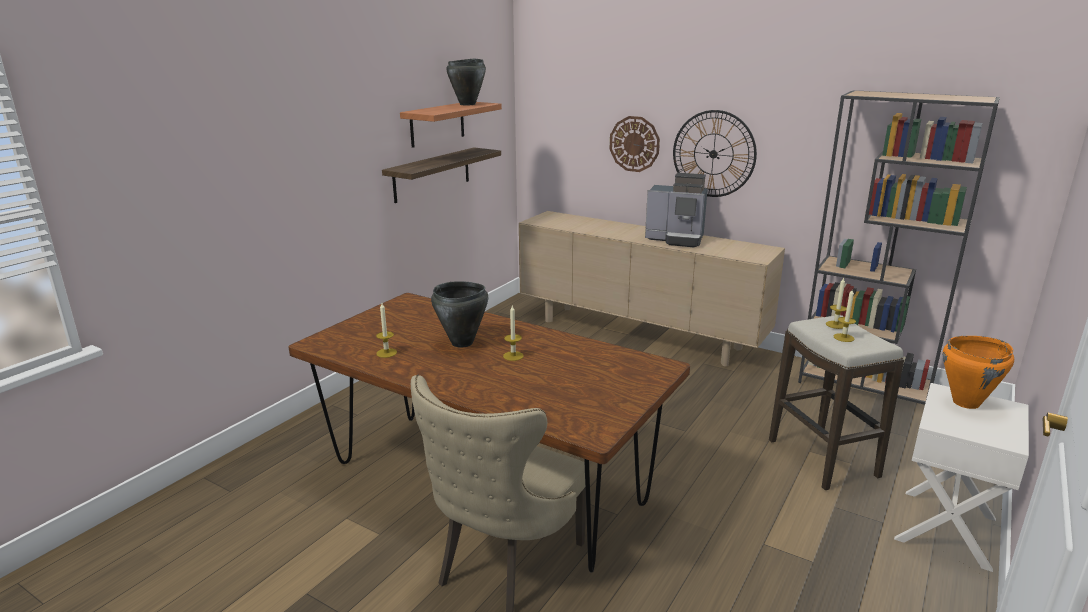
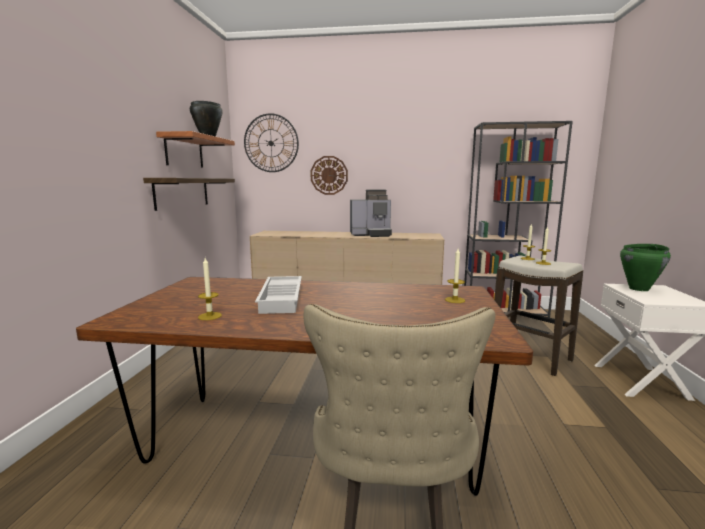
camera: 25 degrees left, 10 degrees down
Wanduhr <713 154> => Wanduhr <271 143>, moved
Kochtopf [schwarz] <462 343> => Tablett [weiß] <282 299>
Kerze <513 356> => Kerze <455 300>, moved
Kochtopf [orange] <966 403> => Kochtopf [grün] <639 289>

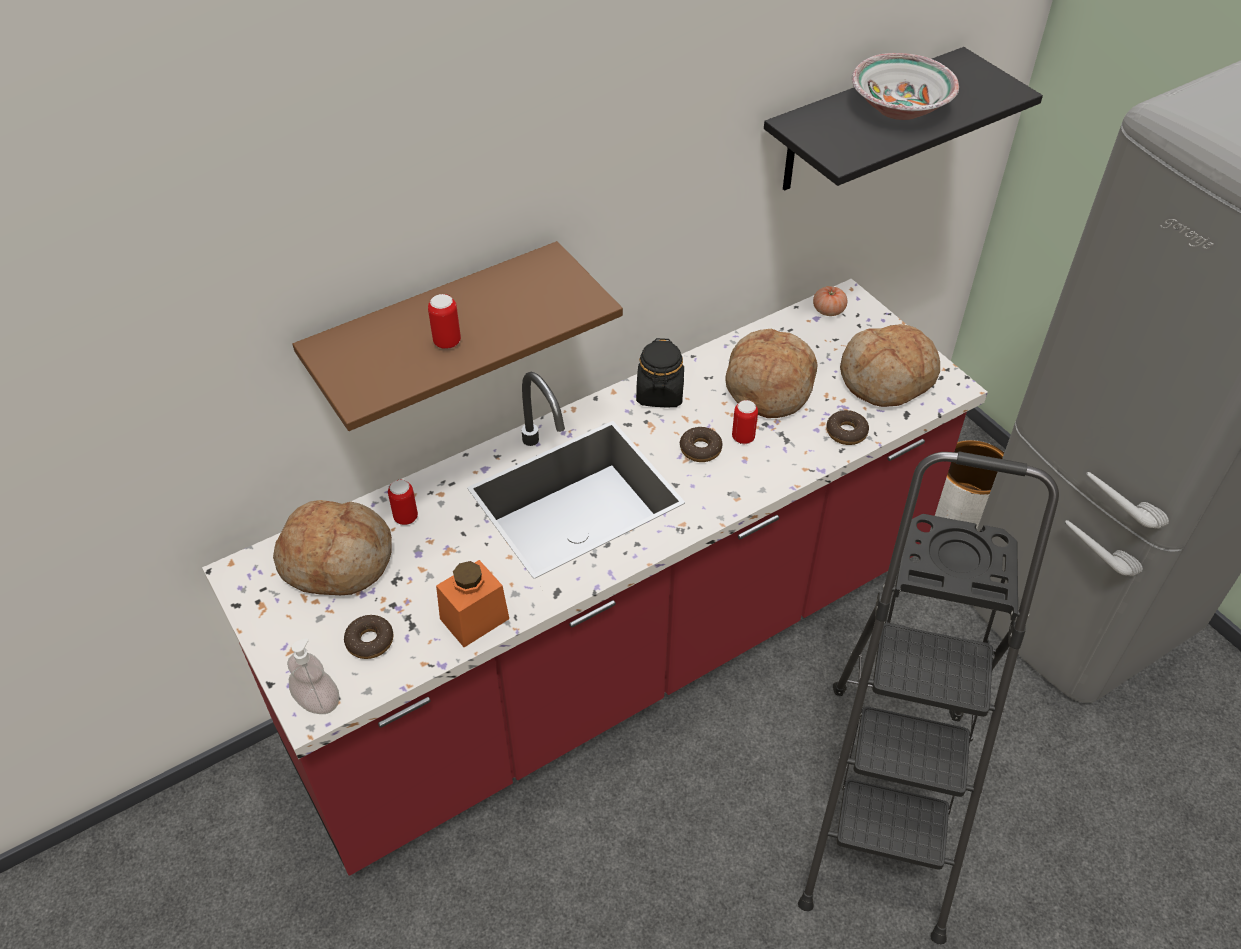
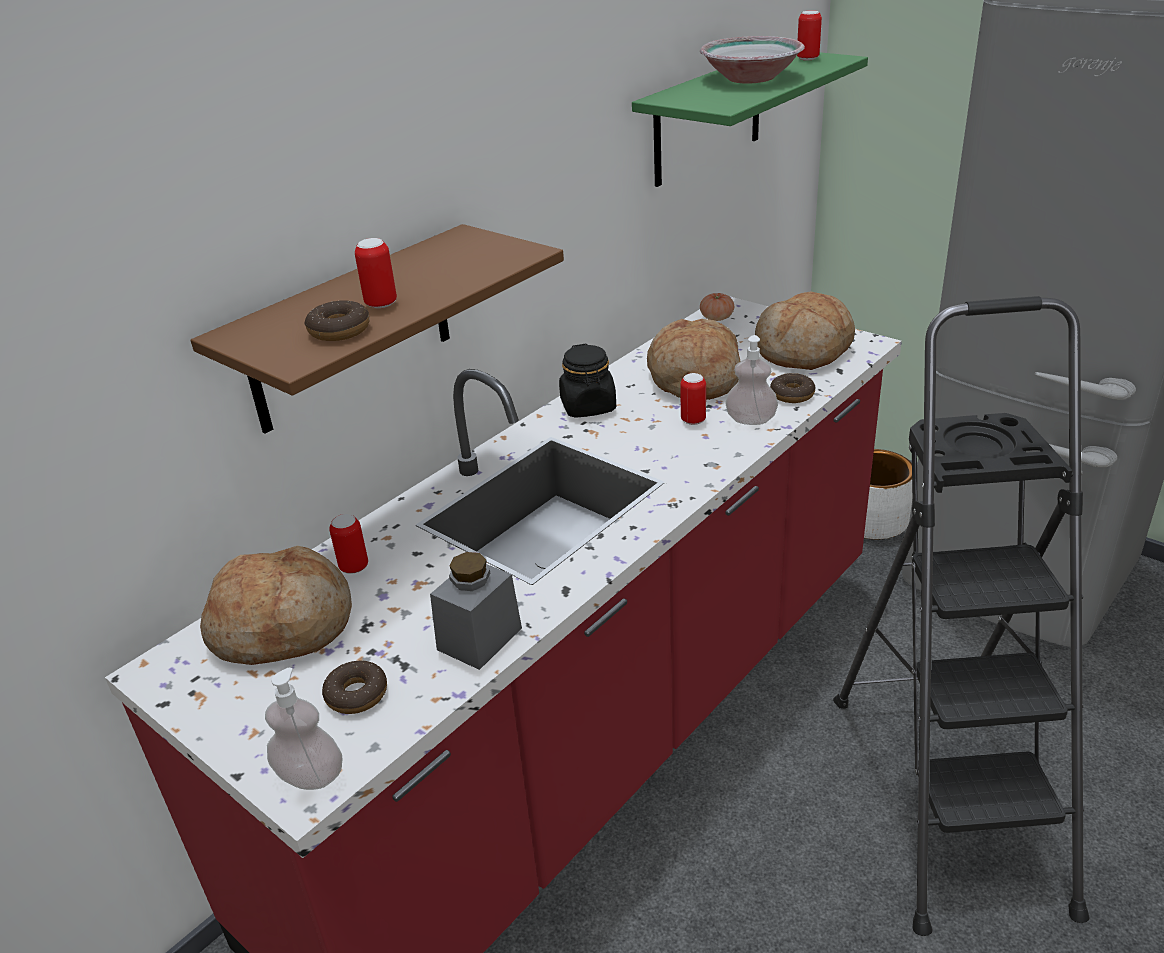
camera: 15 degrees left, 15 degrees down
Wandregal [schwarz] <860 122> => Wandregal [grün] <708 118>
Donut <700 449> => Donut <339 330>, moved
Vorratsglas [orange] <474 619> => Vorratsglas [grau] <479 639>
nothing => Dose <807 58>
nothing => Seifenspender <751 420>

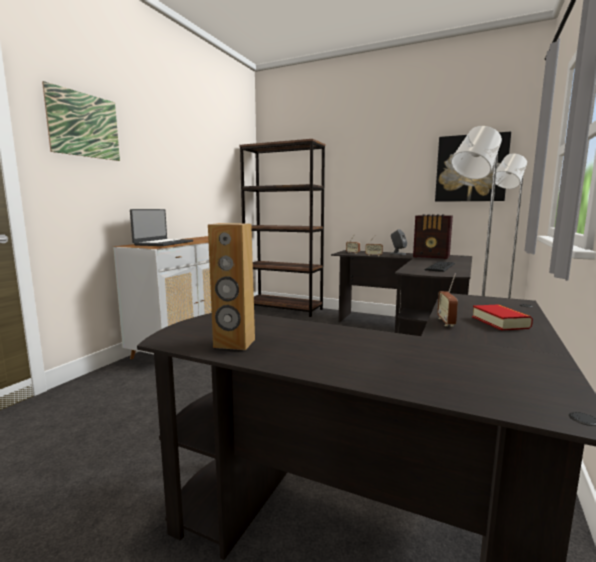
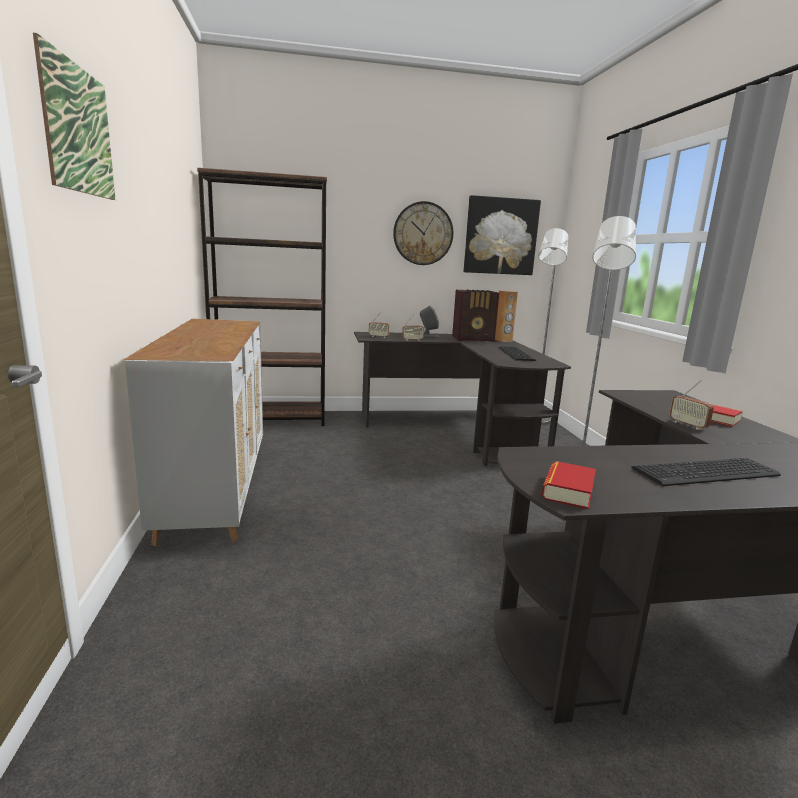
camera: 35 degrees left, 5 degrees up
Laptop <163 243> => nothing
Lautsprecher [braun] <234 343> => Lautsprecher [braun] <503 340>, moved
nothing => Wanduhr <423 233>
nothing => Tastatur <709 473>
nothing => Buch <568 491>

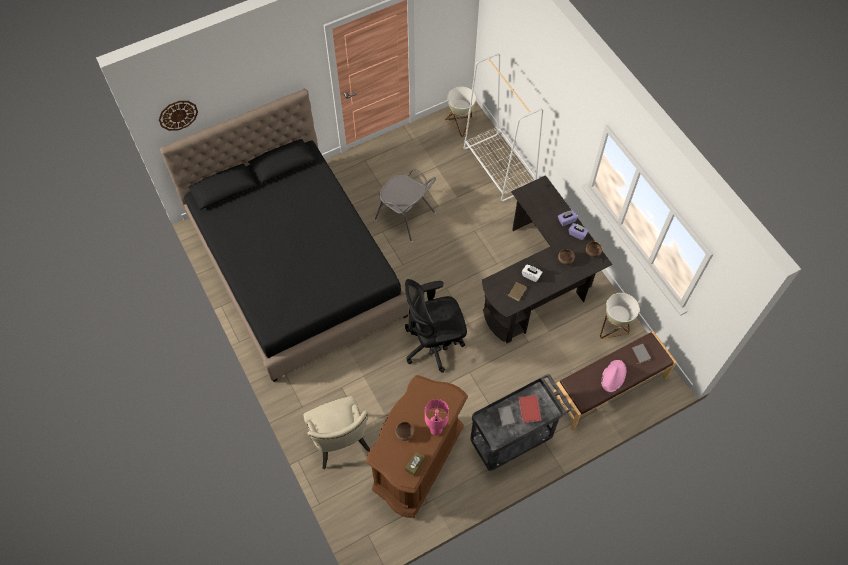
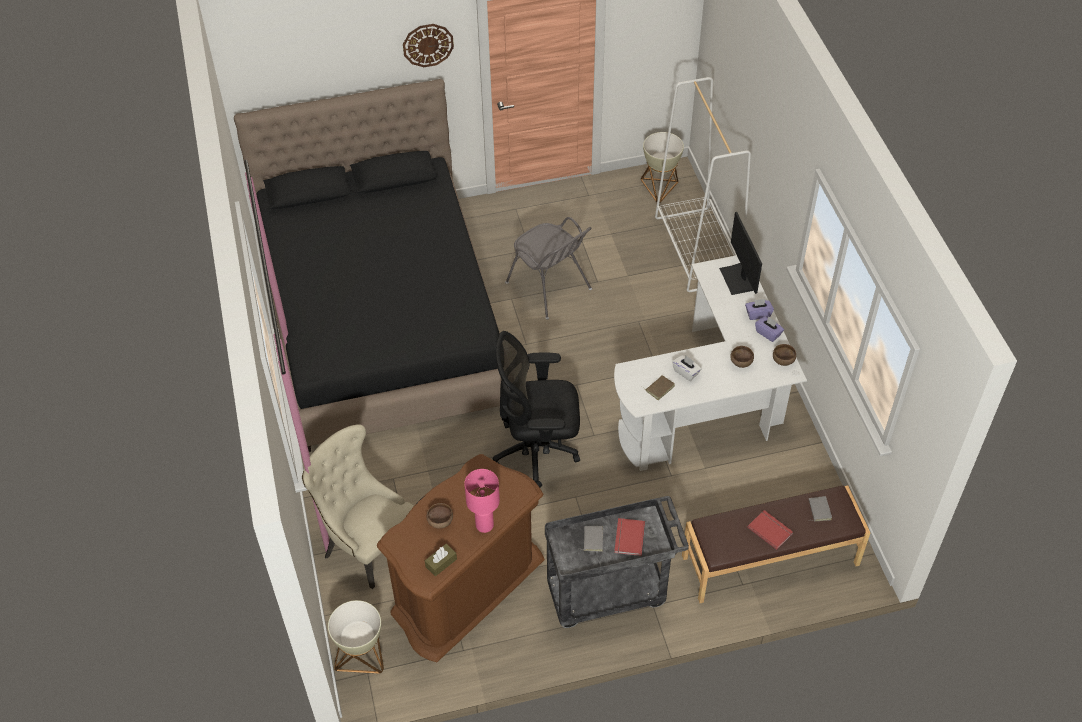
camera: 15 degrees right, 10 degrees down
Wanduhr <178 115> => Wanduhr <428 45>, moved
Schreibtisch [schwarz] <539 282> => Schreibtisch [weiß] <710 403>
Pflanzkübel <613 328> => Pflanzkübel <362 659>, moved
Hut [rosa] <613 376> => Buch [rot] <770 530>
Stuhl [beige] <340 443> => Stuhl [beige] <369 547>, 135 degrees clockwise
nothing => Monitor <737 279>

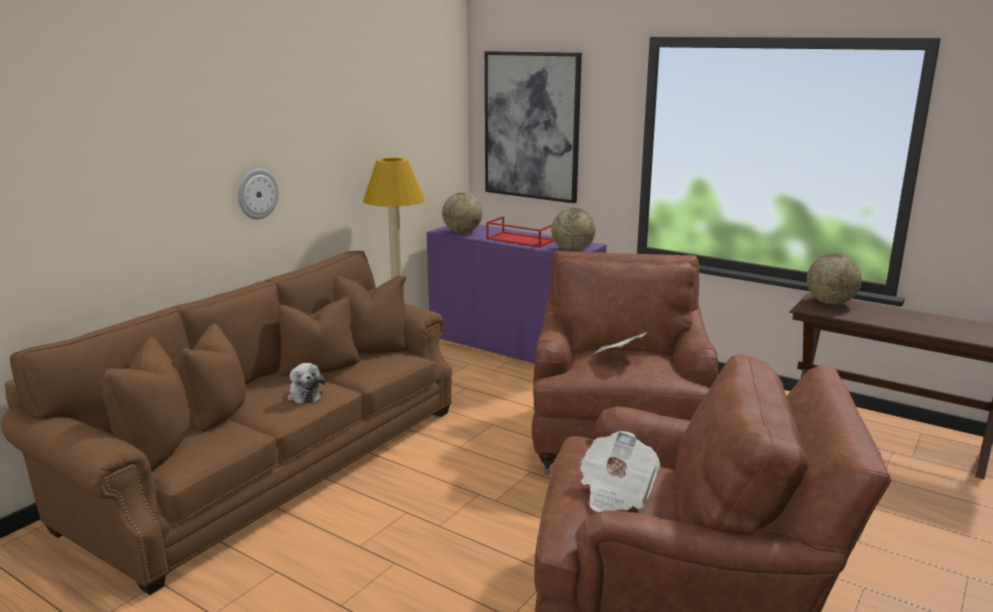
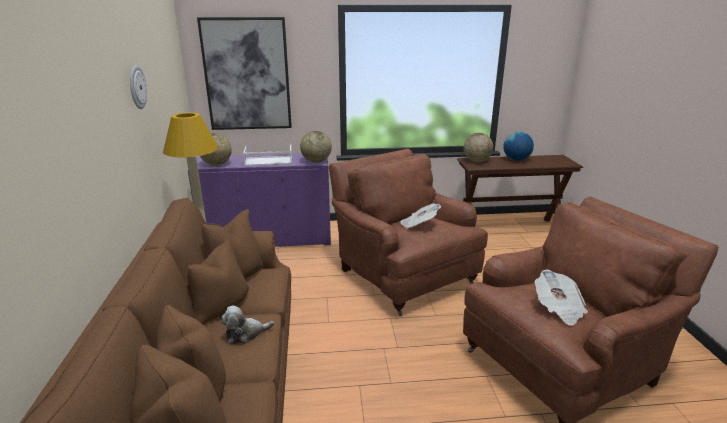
camera: 40 degrees left, 5 degrees up
Wanduhr <257 194> => Wanduhr <137 87>, moved
Tablett [rot] <519 240> => Tablett [weiß] <268 161>
Plüschtier <304 394> => Plüschtier <246 334>, 135 degrees clockwise
nothing => Globus <516 160>

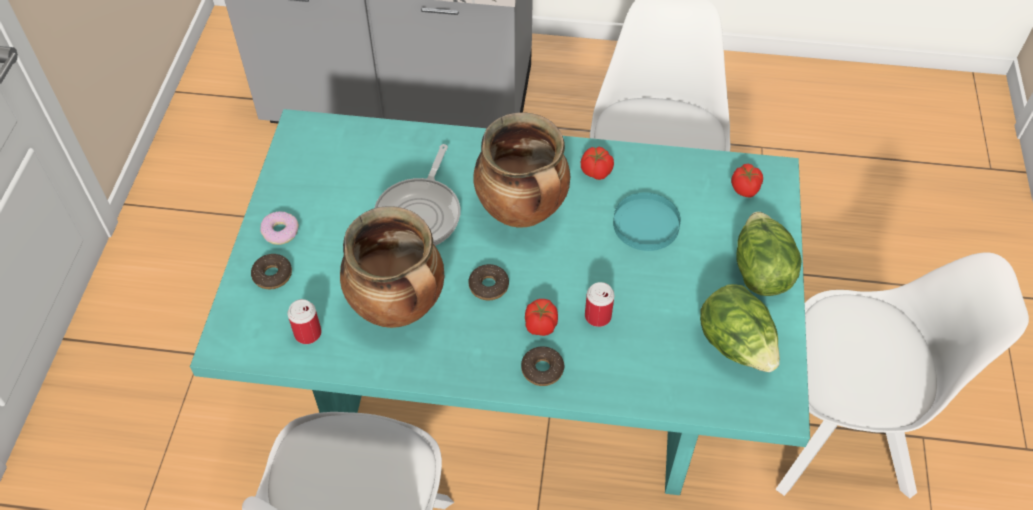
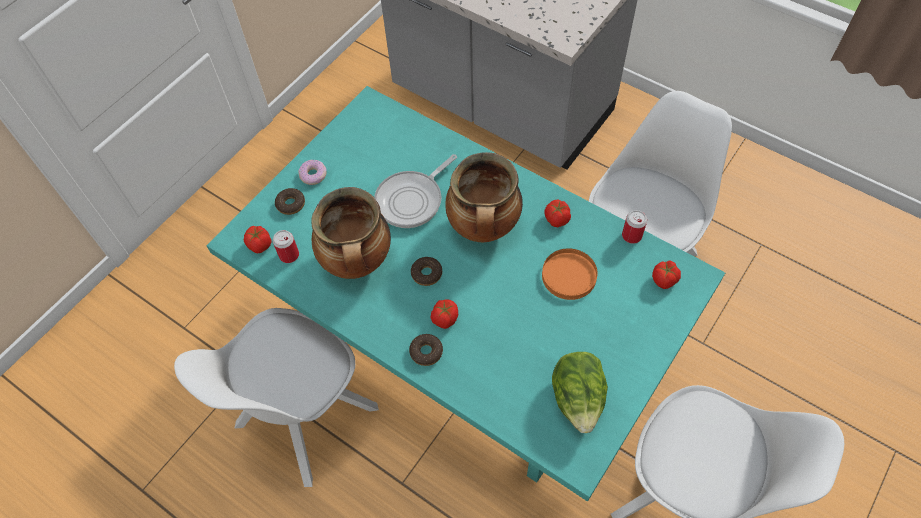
camera: 30 degrees right, 5 degrees up
Teller [türkis] <646 224> => Teller [orange] <569 276>
Salatkopf <760 271> => nothing
Dose <598 316> => Dose <631 235>, moved
nothing => Tomate <260 245>

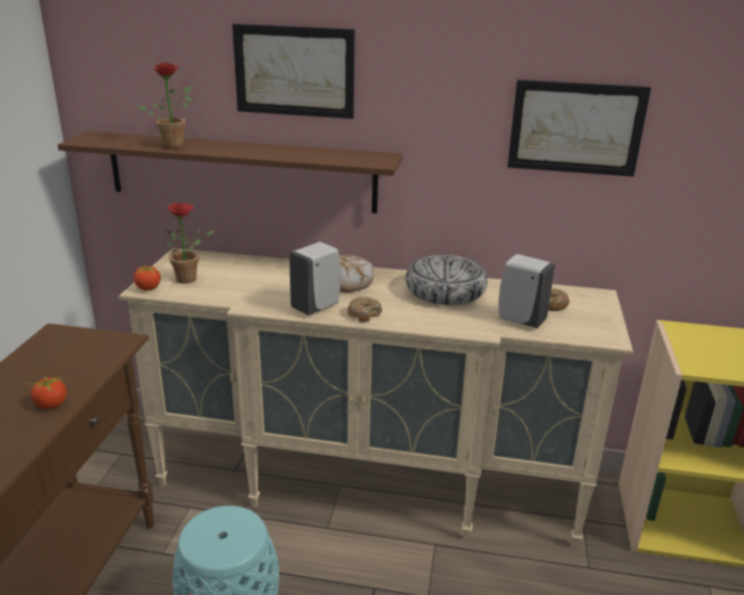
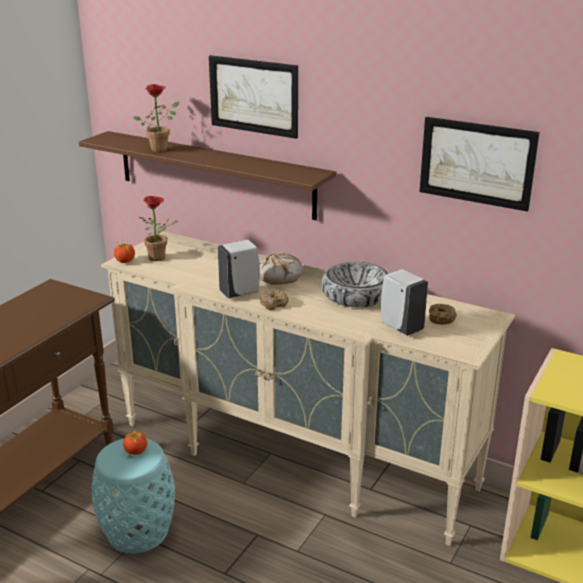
camera: 20 degrees right, 0 degrees up
Tomate <51 405> => Tomate <135 451>, moved

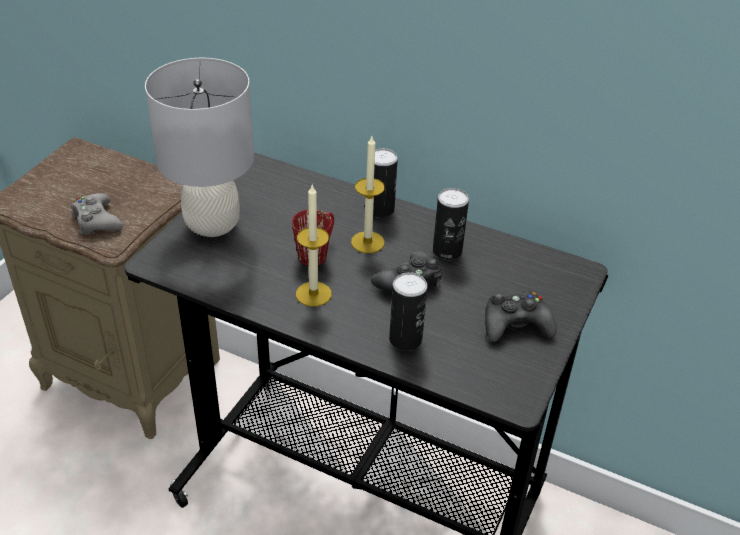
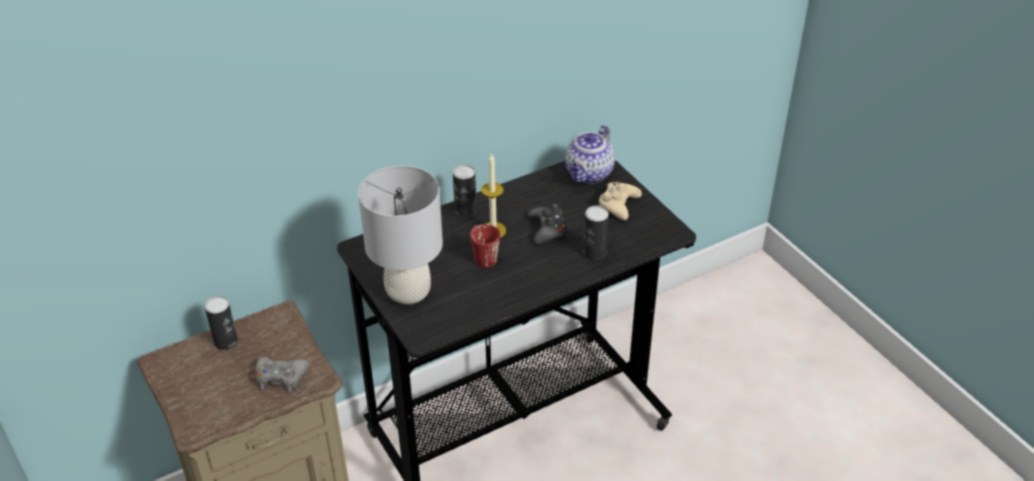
camera: 55 degrees left, 0 degrees up
Kerze <313 294> => nothing
Dose <447 251> => Dose <226 342>, moved
Gamepad [schwarz] <515 324> => Gamepad [beige] <618 205>
nothing => Teekanne <589 174>

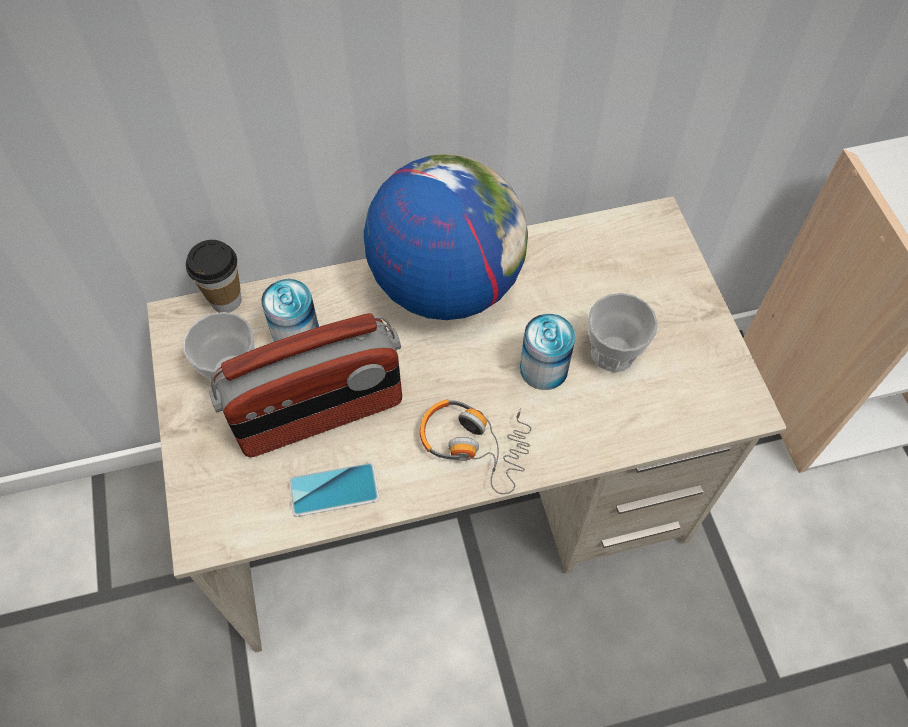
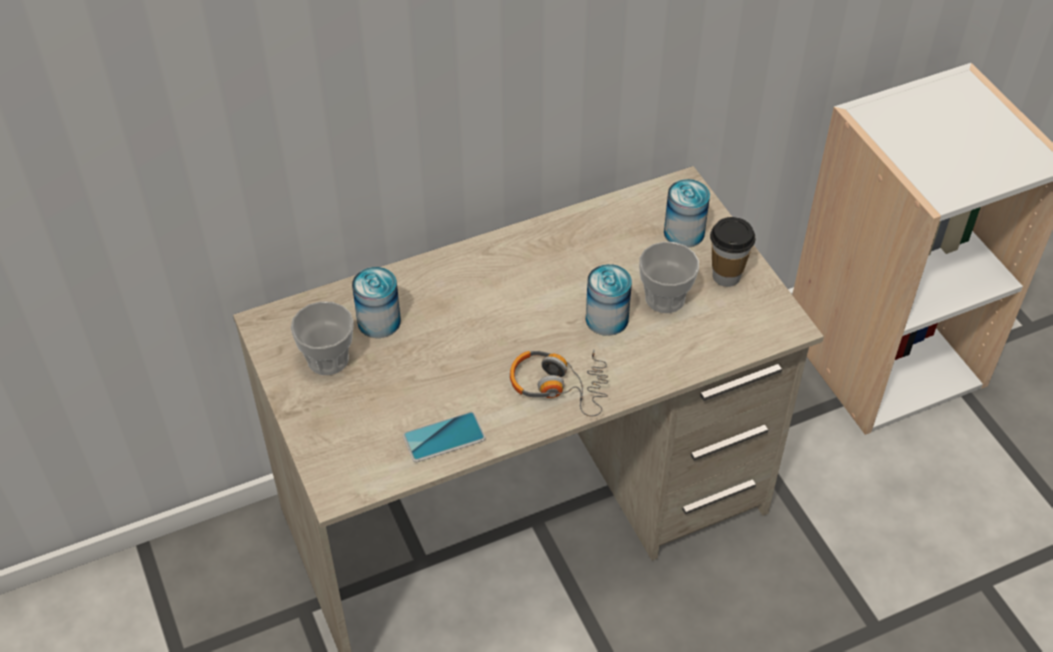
camera: 10 degrees left, 10 degrees down
Globus <446 284> => nothing
Tasse <226 300> => Tasse <726 276>, moved
Radio <320 414> => nothing
nothing => Dose <684 232>

